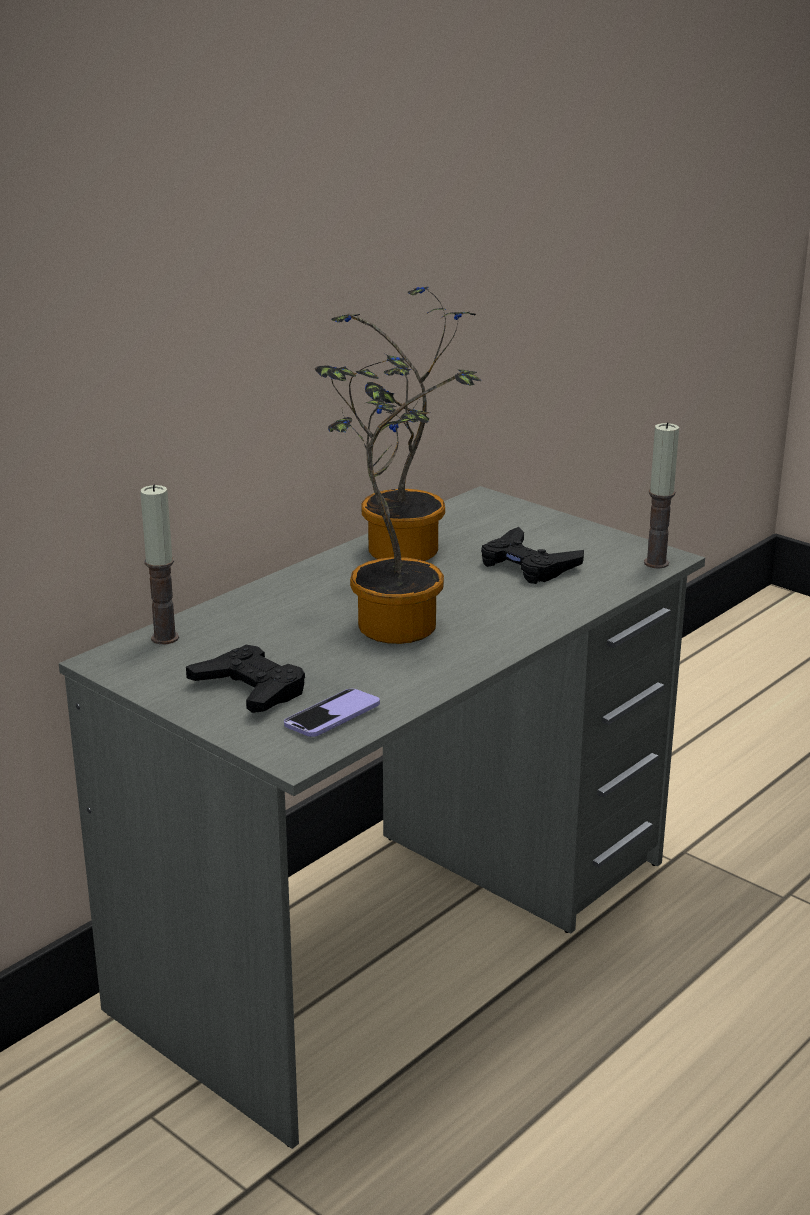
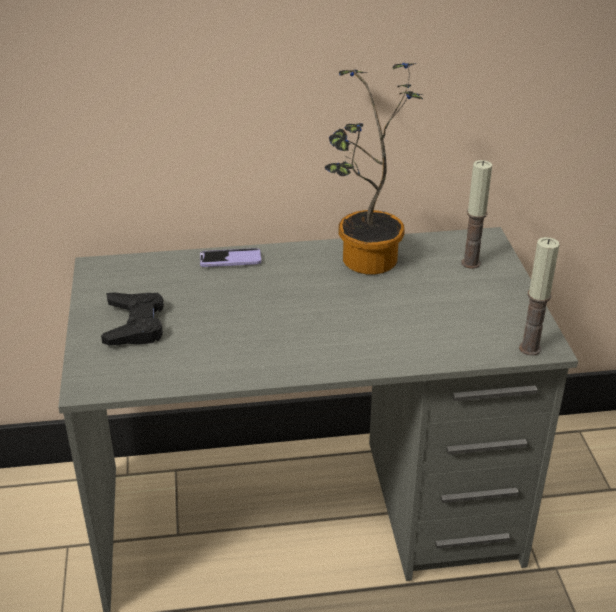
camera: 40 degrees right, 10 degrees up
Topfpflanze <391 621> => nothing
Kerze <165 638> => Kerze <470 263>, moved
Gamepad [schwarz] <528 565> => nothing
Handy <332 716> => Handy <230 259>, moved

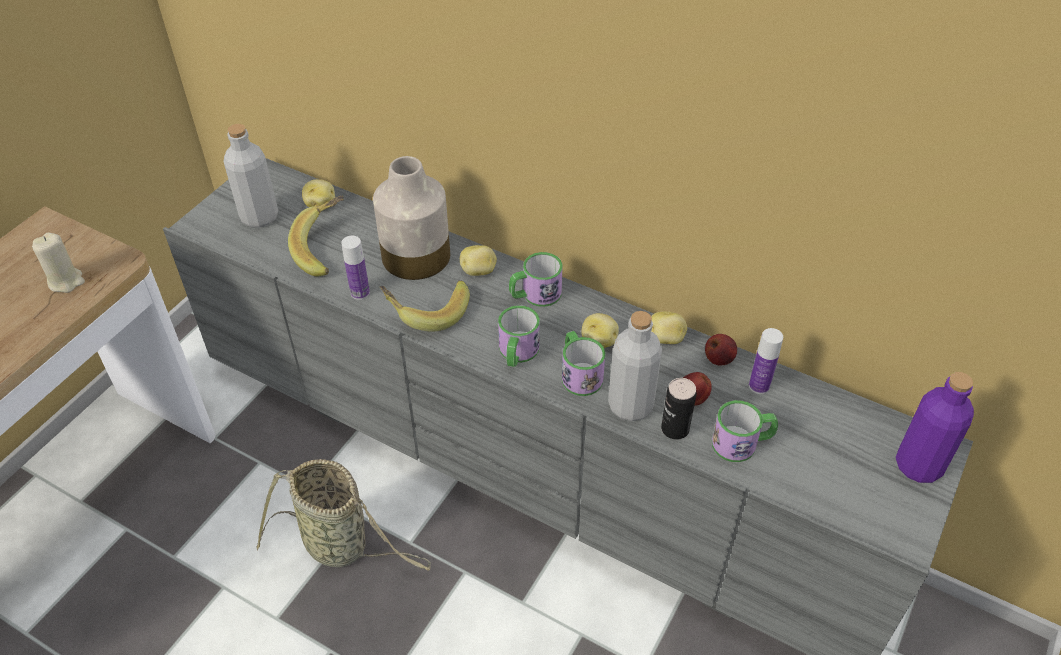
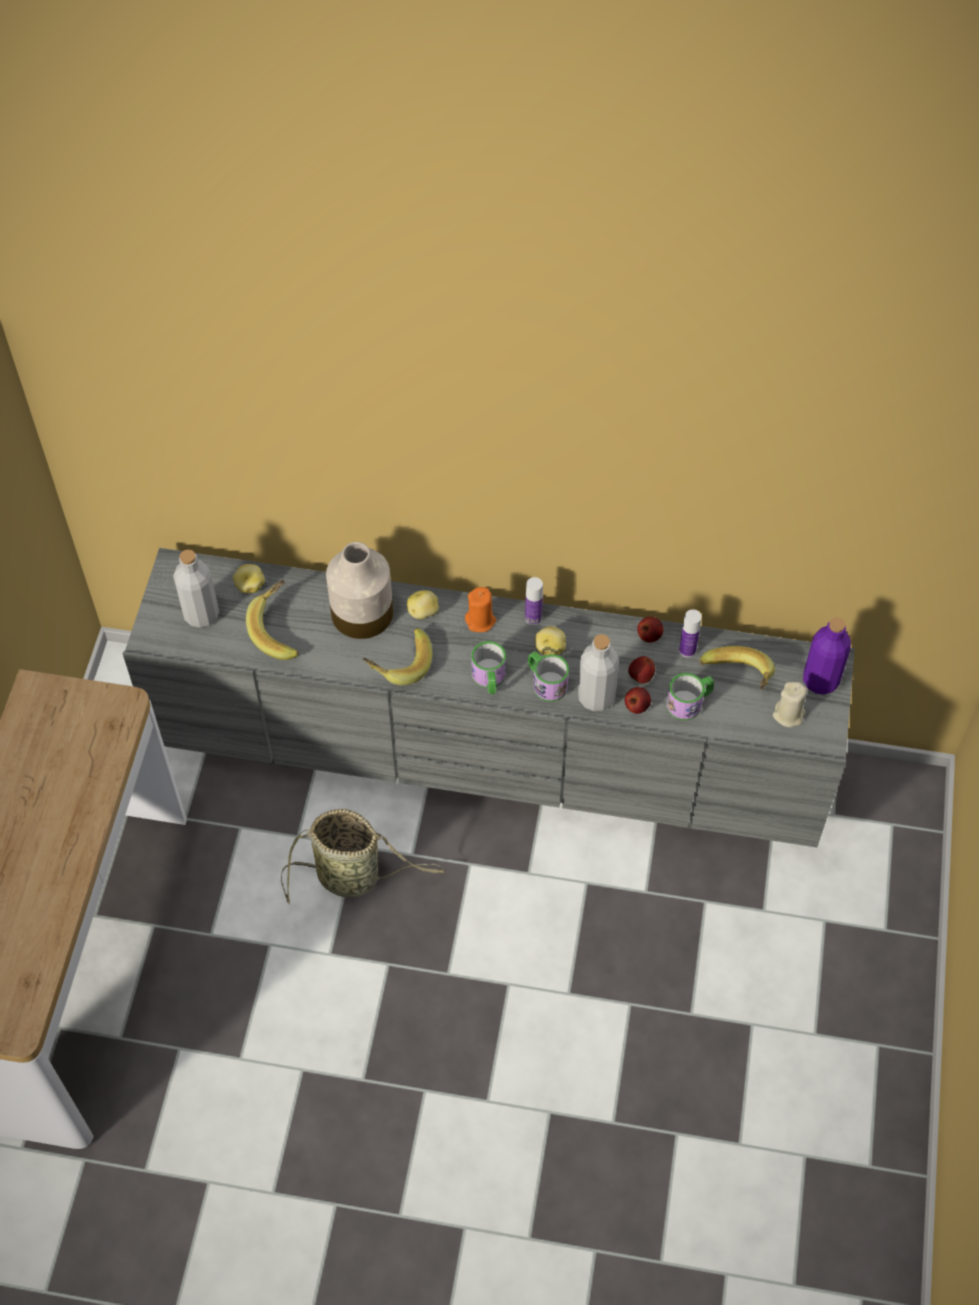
camera: 20 degrees left, 10 degrees up
Kerze [beige] <66 281> => Kerze [beige] <788 714>, moved
Flasche <360 293> => Flasche <533 618>, moved
Henkelbecher <535 294> => Kerze [orange] <480 620>
Kartoffel <666 339> => nothing
Dose <675 429> => Apfel <636 706>
nothing => Banane <736 680>

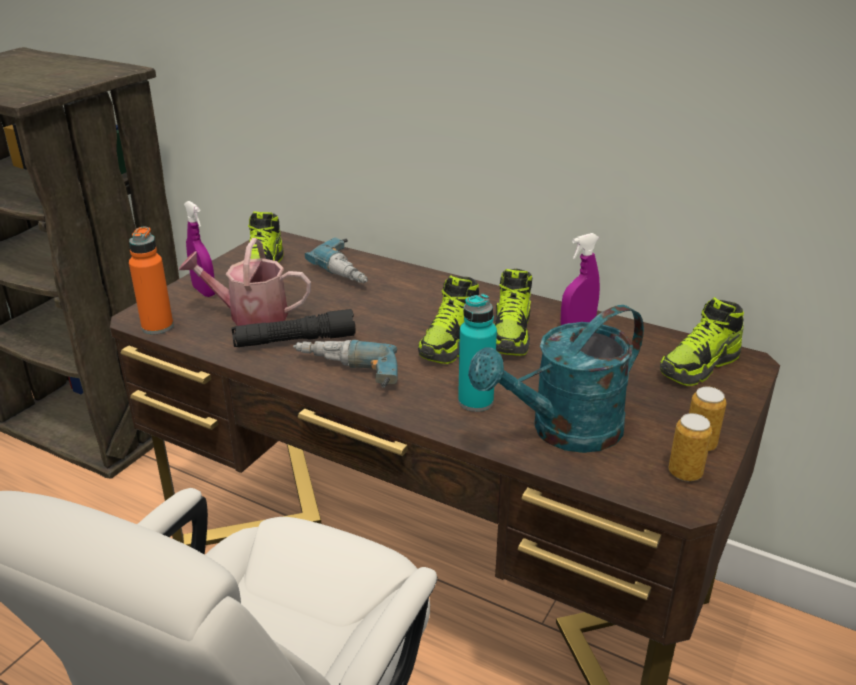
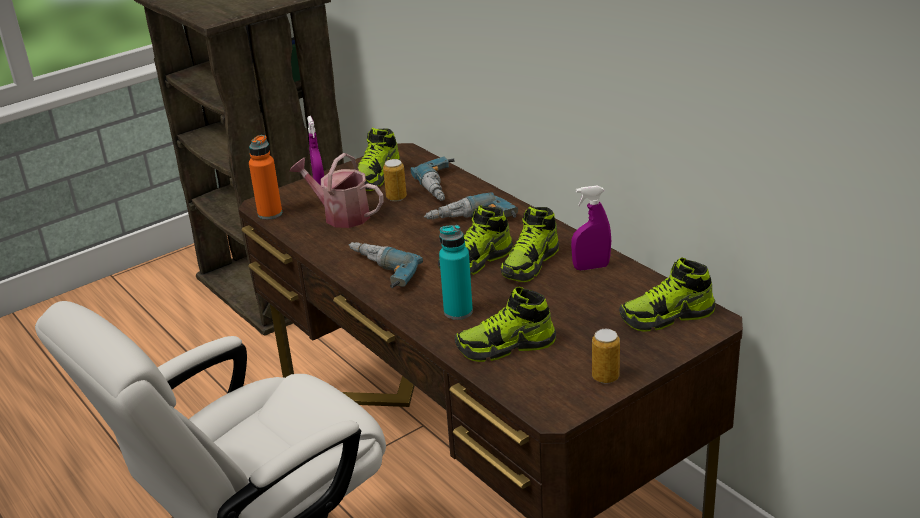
camera: 25 degrees right, 0 degrees up
Gießkanne [türkis] <564 432> => Schuh <506 347>
Taschenlampe [schwarz] <294 341> => nothing
Dose <685 473> => Dose <396 197>, moved
nothing => Bohrmaschine <472 222>

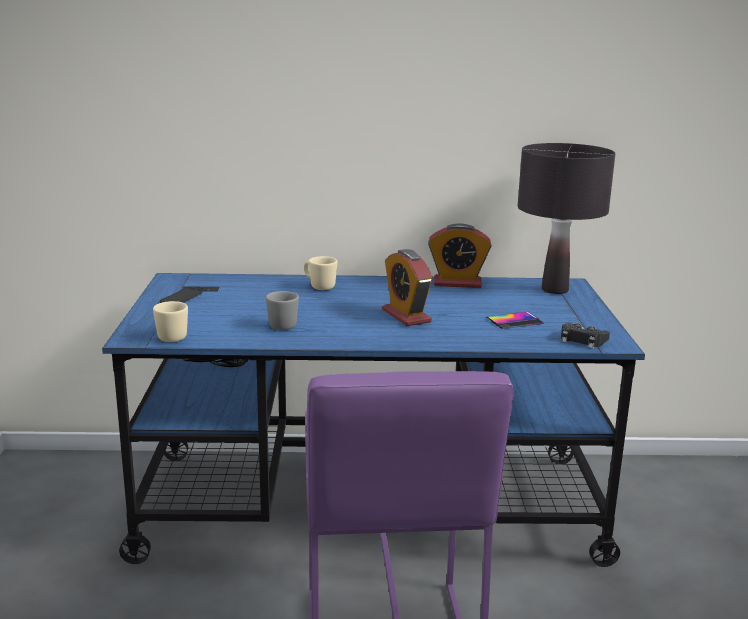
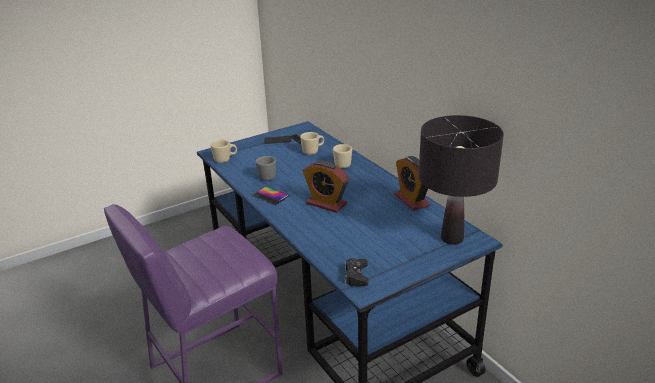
camera: 60 degrees right, 10 degrees up
Wecker <406 316> => Wecker <326 204>, 90 degrees counterclockwise
Handy <515 320> => Handy <270 196>, moved
nothing => Henkelbecher [beige] <313 151>

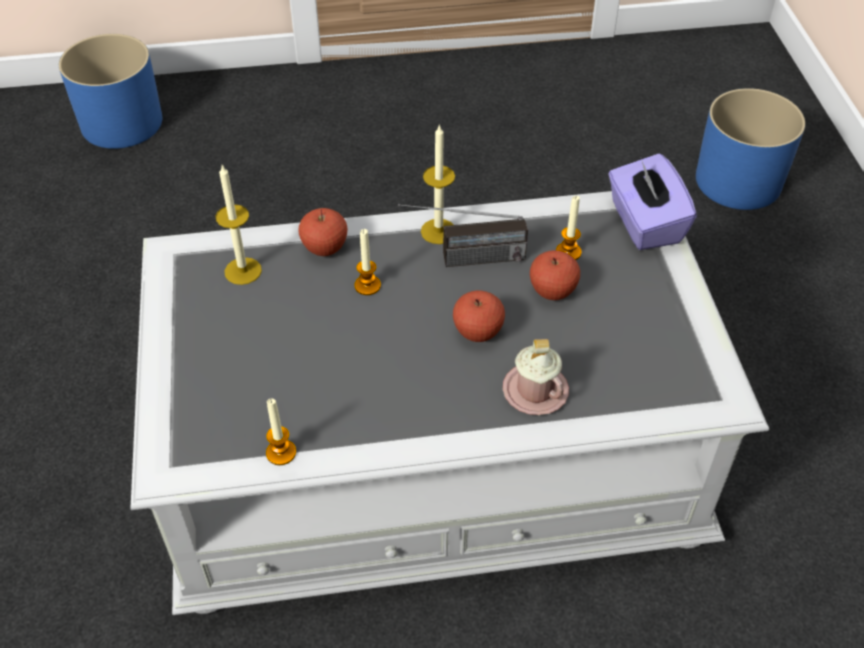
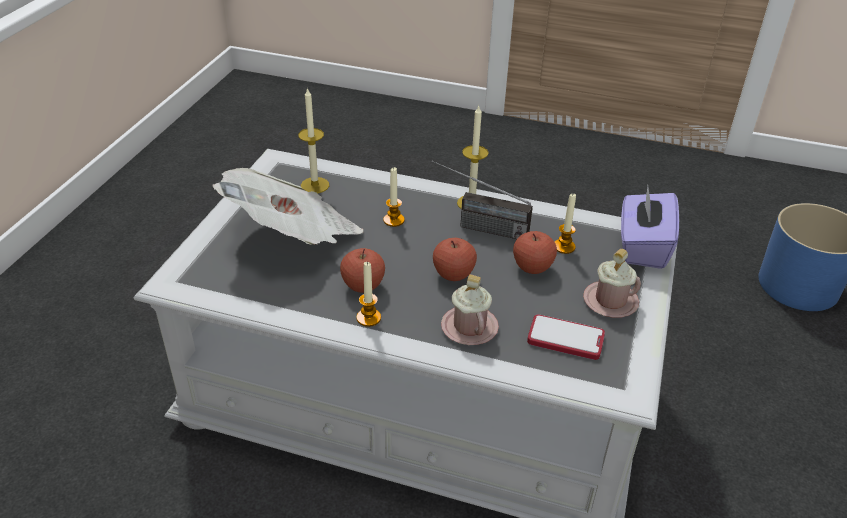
camera: 25 degrees right, 10 degrees down
Pflanzkübel [blau] <121 123> => nothing
Apfel <325 248> => Apfel <363 286>, moved
Kerze <281 453> => Kerze <368 318>, moved
nothing => Zeitung <294 236>
nothing => Henkelbecher [rosa] <610 301>
nothing => Handy <565 339>

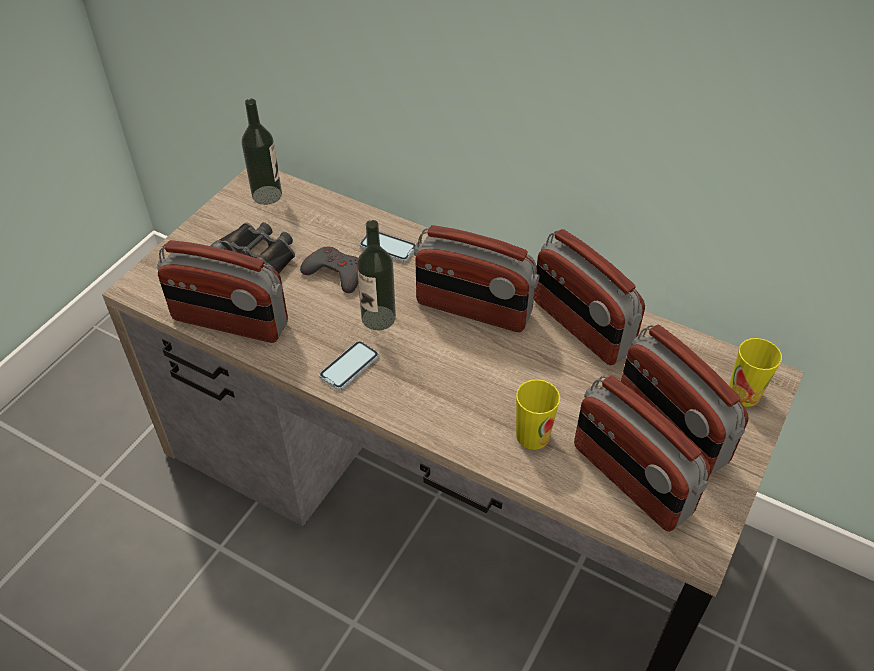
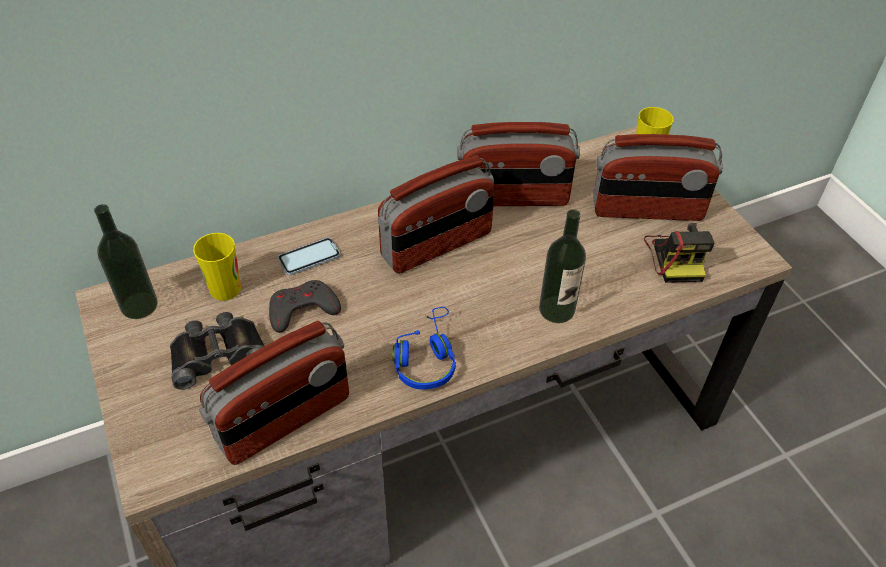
camera: 55 degrees left, 0 degrees up
Flasche <378 318> => Flasche <556 309>, moved
Handy <349 366> => Kopfhörer [blau] <426 358>
Radio <630 480> => Kamera <676 257>
Tasse <532 436> => Tasse <225 288>, moved

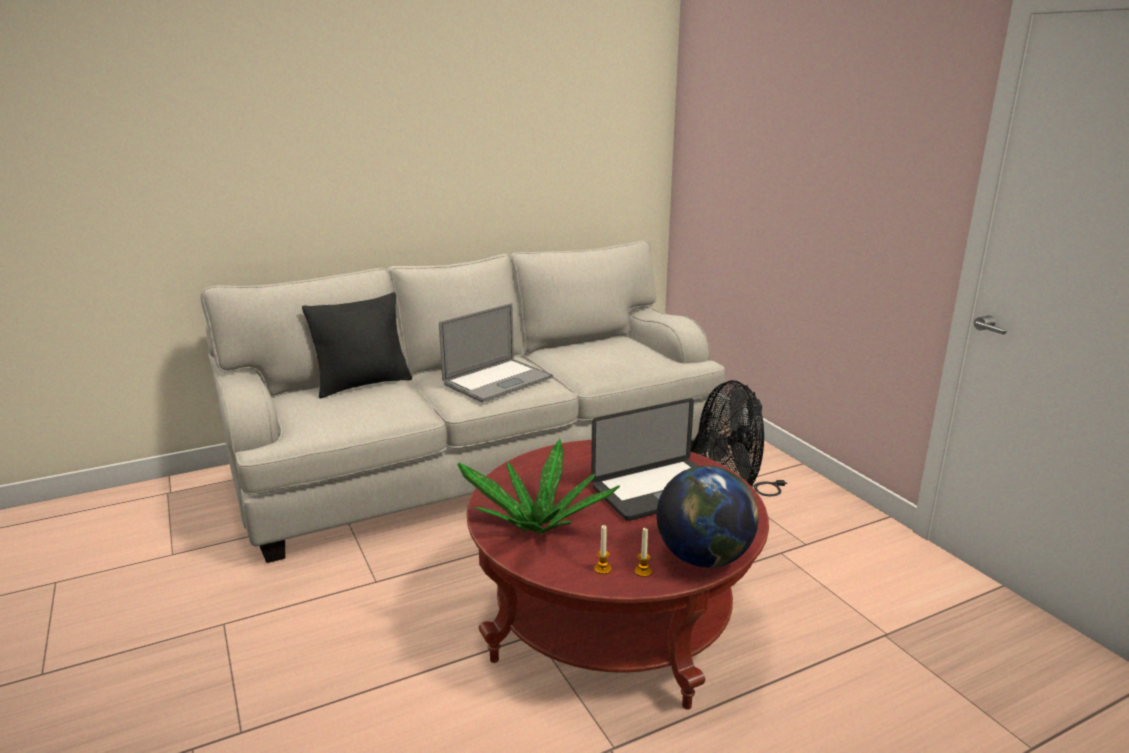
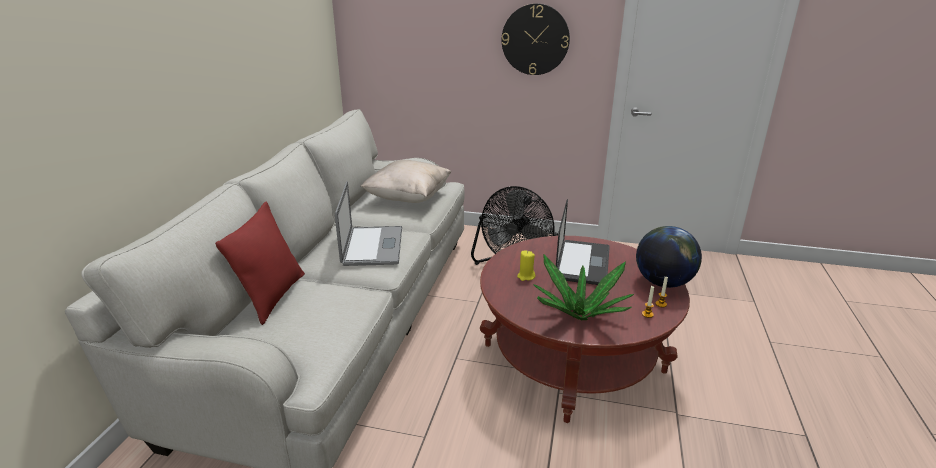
camera: 50 degrees left, 5 degrees up
Kissen [schwarz] <363 384> => Kissen [rot] <272 297>
nothing => Wanduhr <535 39>
nothing => Kissen [beige] <408 198>
nothing => Kerze [gelb] <526 276>

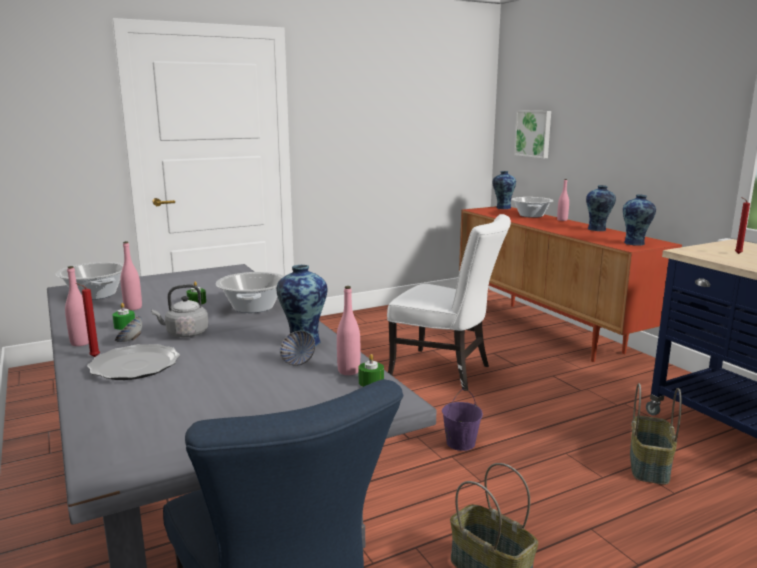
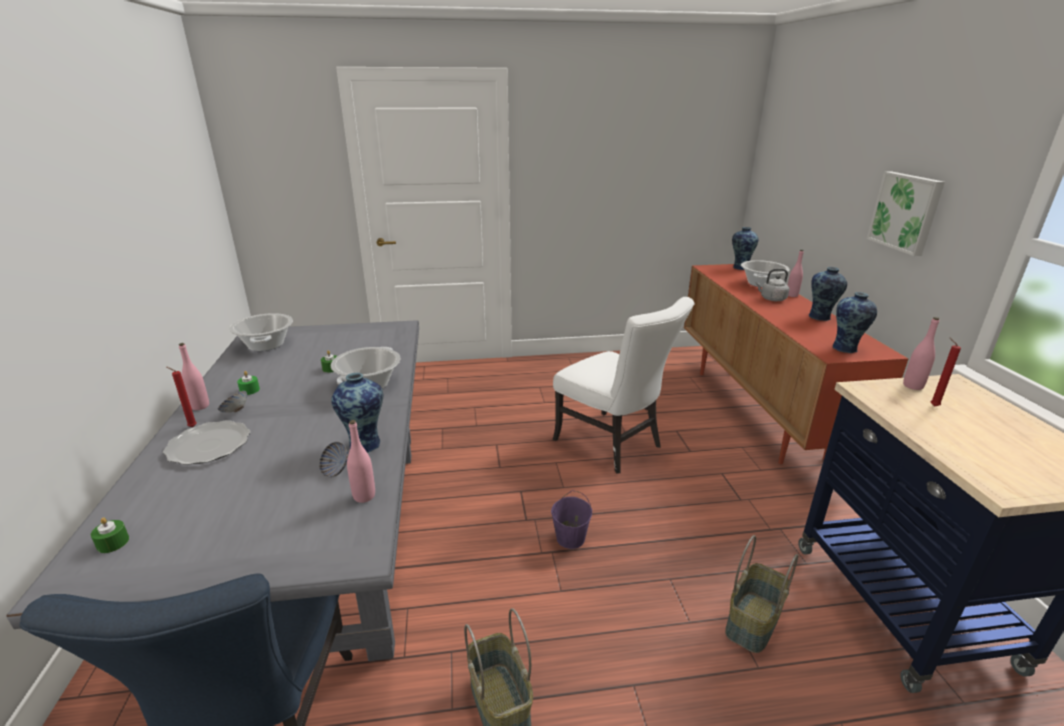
camera: 20 degrees right, 10 degrees up
Bild <534 133> => Bild <906 212>, moved
Flasche [rosa] <133 308> => Flasche [rosa] <913 386>, moved
Wasserkessel [grau] <185 334> => Wasserkessel [grau] <771 299>, moved
Kerze [grün] <371 382> => Kerze [grün] <113 543>, moved

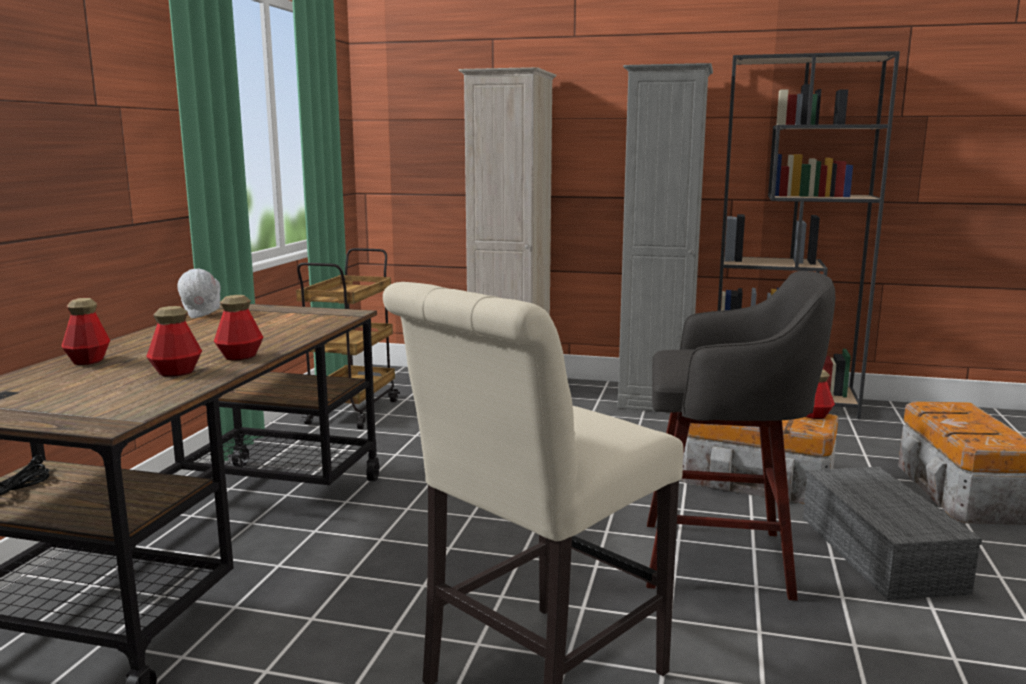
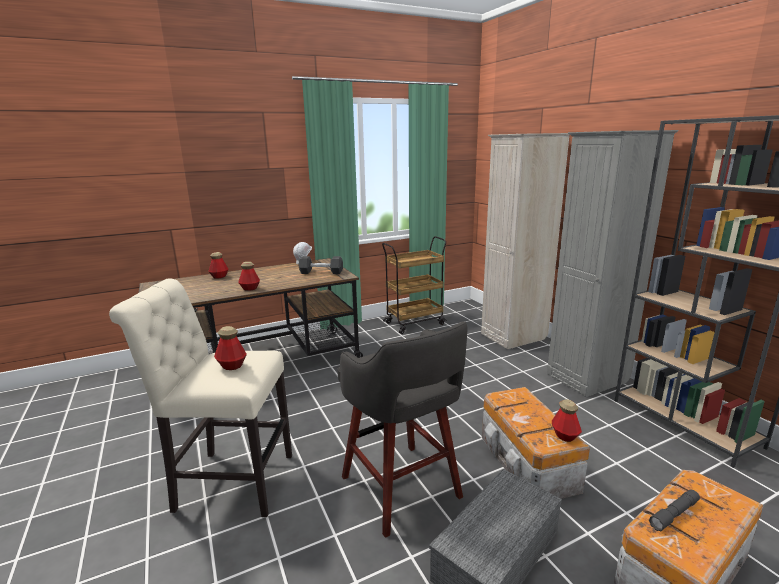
camera: 50 degrees right, 5 degrees up
Flasche <176 372> => Flasche <232 366>, moved
nothing => Hantel [schwarz] <321 272>
nothing => Taschenlampe [grau] <674 514>

